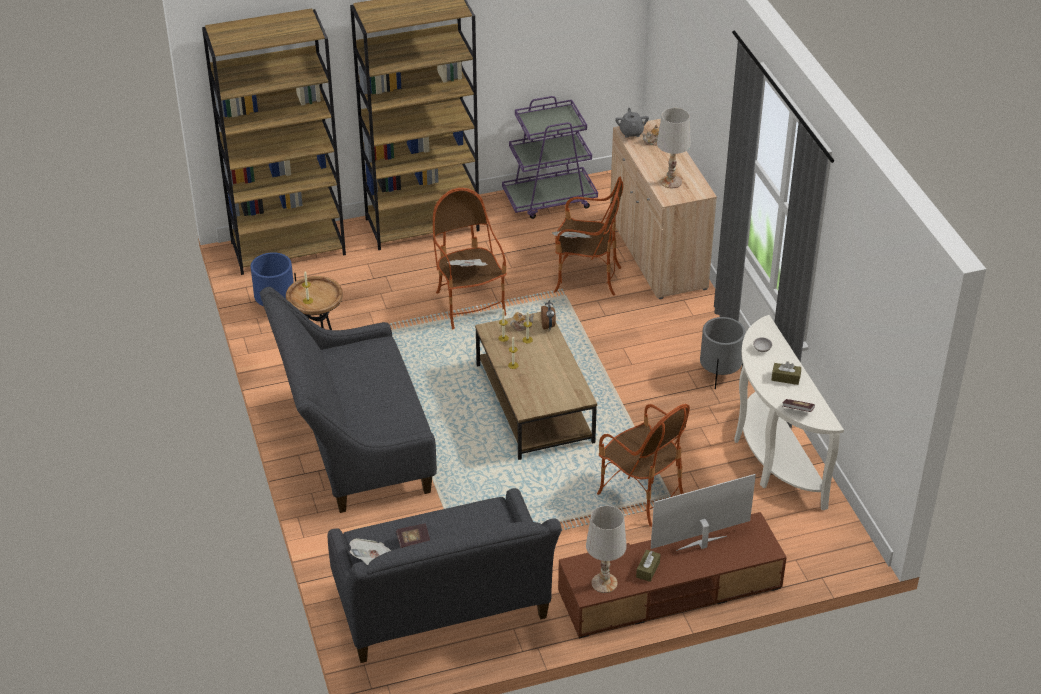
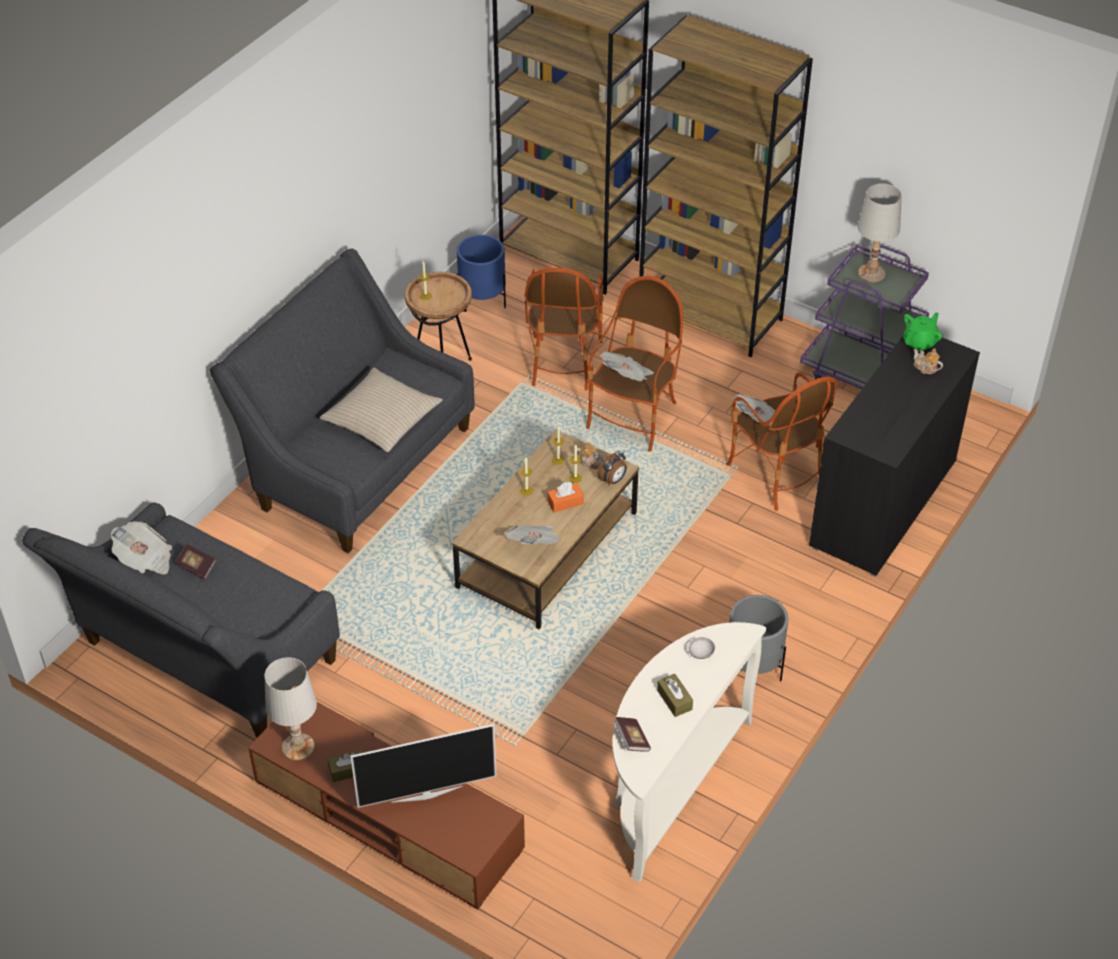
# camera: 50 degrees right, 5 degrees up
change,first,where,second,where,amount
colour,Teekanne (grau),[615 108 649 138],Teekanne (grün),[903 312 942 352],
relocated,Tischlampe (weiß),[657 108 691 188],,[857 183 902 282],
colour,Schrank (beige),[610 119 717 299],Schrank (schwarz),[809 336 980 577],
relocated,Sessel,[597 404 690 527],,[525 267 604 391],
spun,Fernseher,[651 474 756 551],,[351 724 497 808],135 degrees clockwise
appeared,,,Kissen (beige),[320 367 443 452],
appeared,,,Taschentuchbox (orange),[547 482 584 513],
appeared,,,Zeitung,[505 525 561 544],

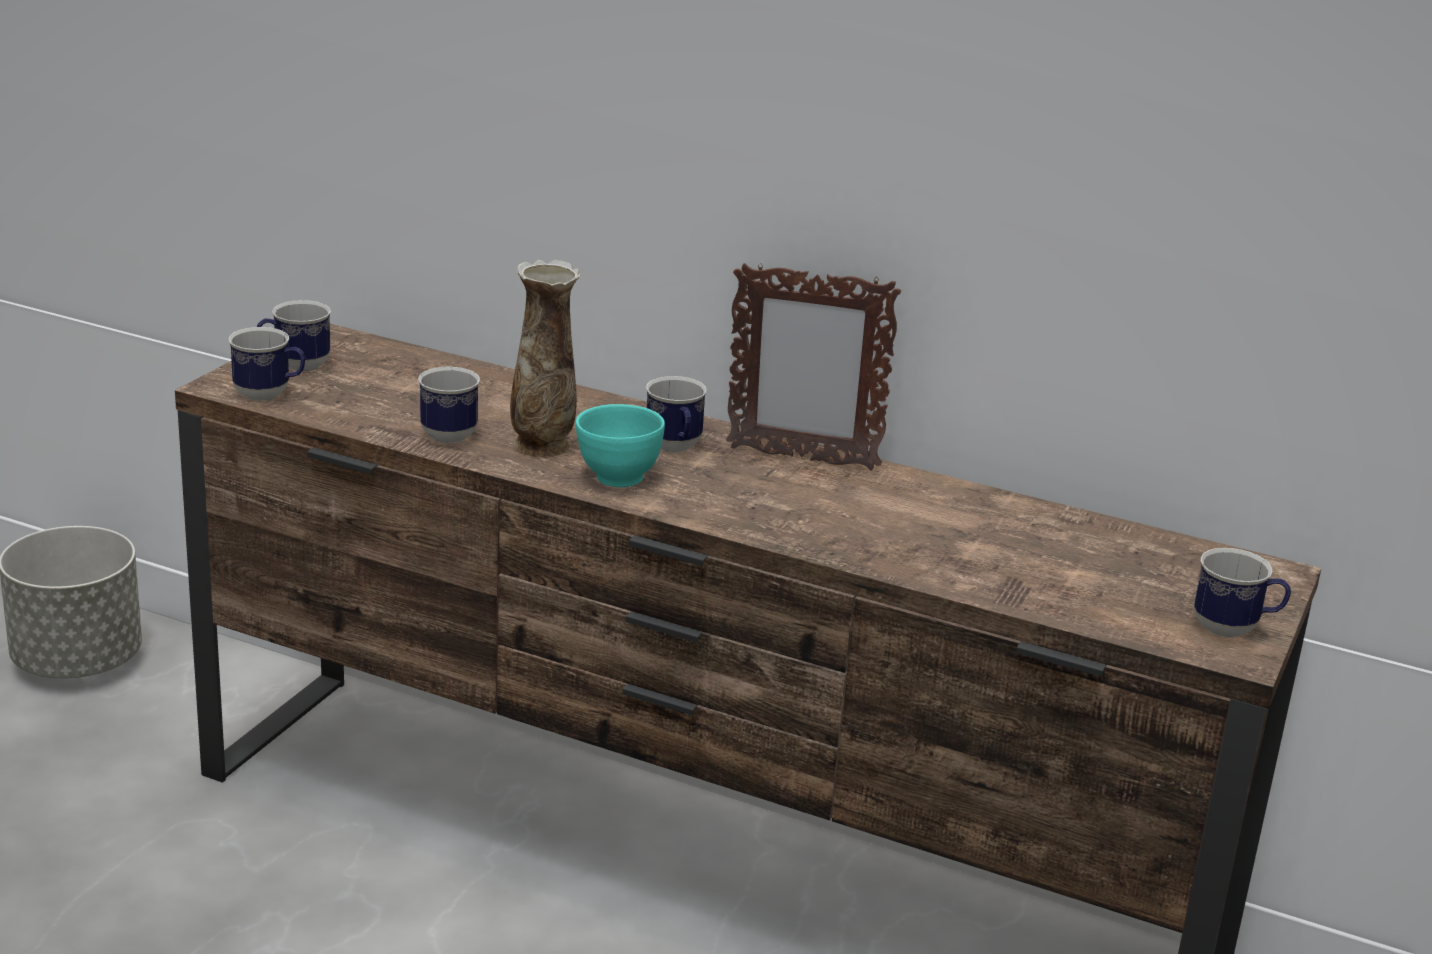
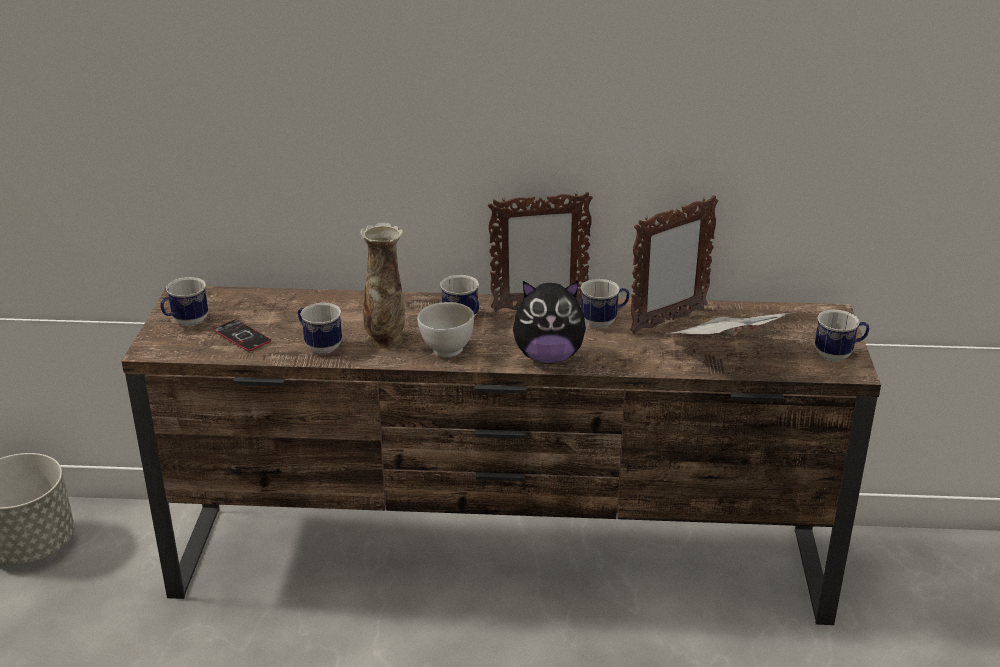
# camera: 20 degrees left, 5 degrees up
change,first,where,second,where,amount
relocated,Henkelbecher,[228 327 305 401],,[581 279 630 328],
colour,Schüssel (türkis),[576 404 665 487],Schüssel (weiß),[417 302 474 357],
appeared,,,Bilderrahmen,[630 195 719 334],
appeared,,,Plüschtier,[513 281 590 364],
appeared,,,Zeitung,[664 313 791 336],
appeared,,,Handy,[214 320 271 352],

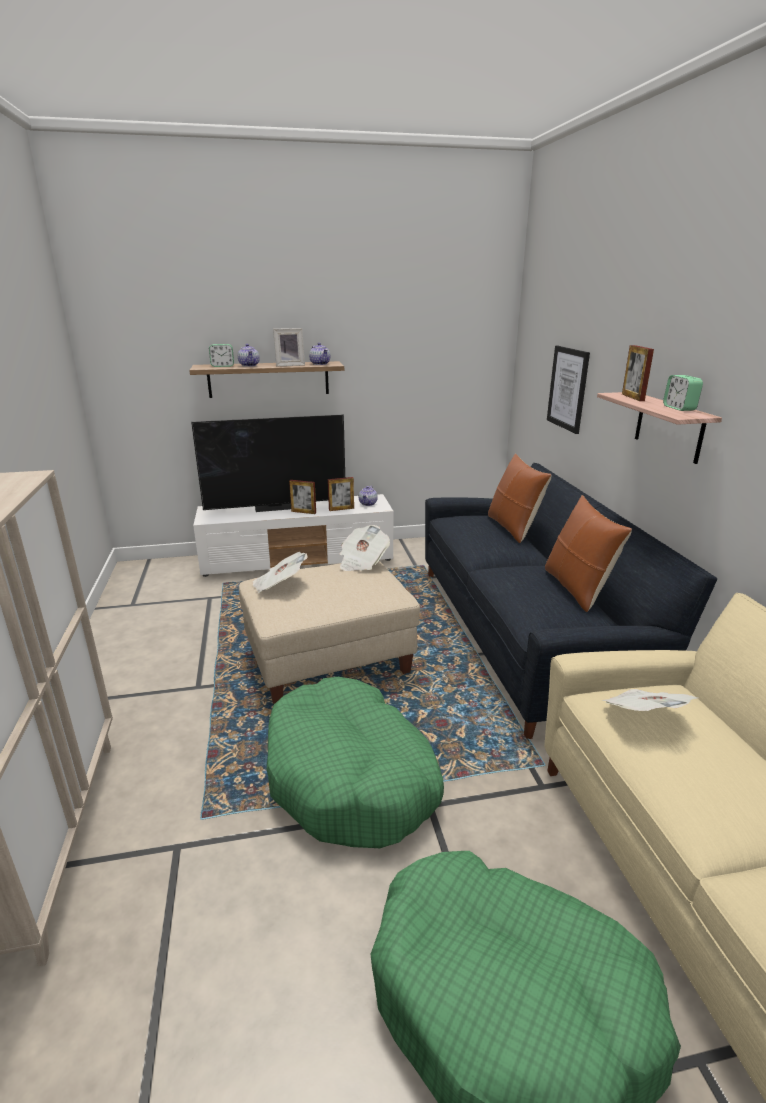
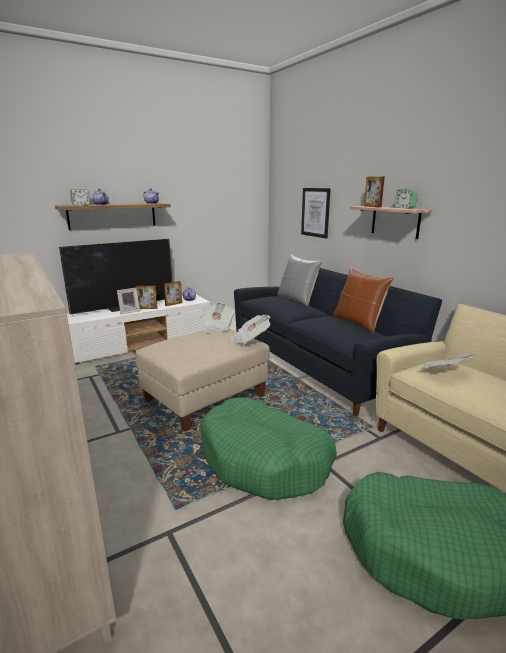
# camera: 20 degrees left, 5 degrees down
change,first,where,second,where,amount
relocated,Bilderrahmen,[273 328 305 366],,[117 288 140 315],
colour,Kissen (braun),[488 453 551 543],Kissen (grau),[277 254 322 306],
relocated,Zeitung,[252 552 307 593],,[230 315 270 344],

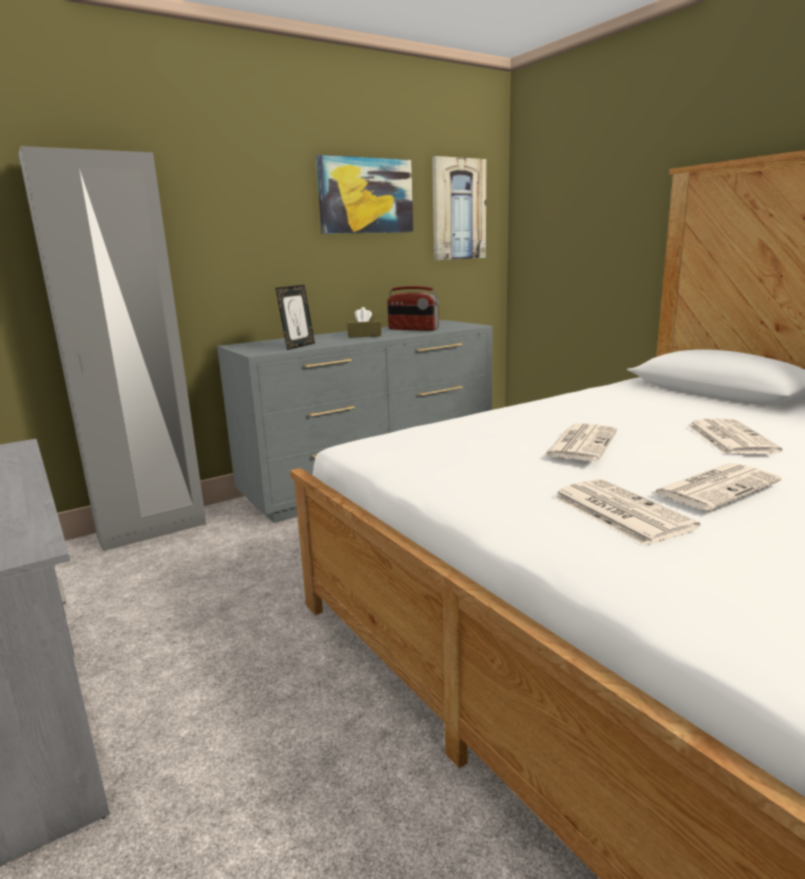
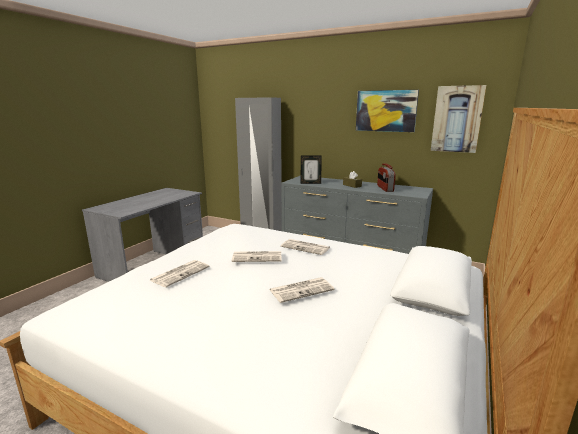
# camera: 60 degrees right, 0 degrees up
change,first,where,second,where,amount
relocated,Zeitung,[653 463 782 511],,[281 239 330 255],

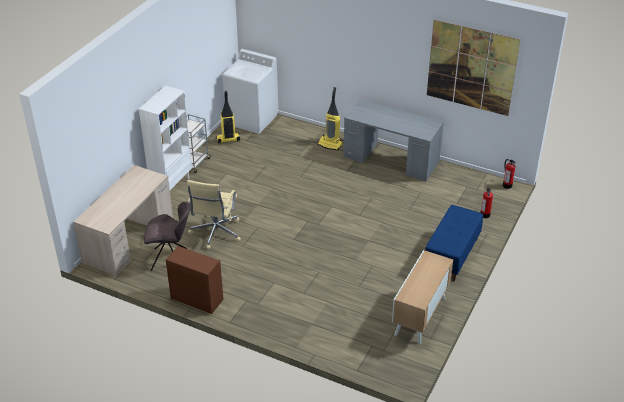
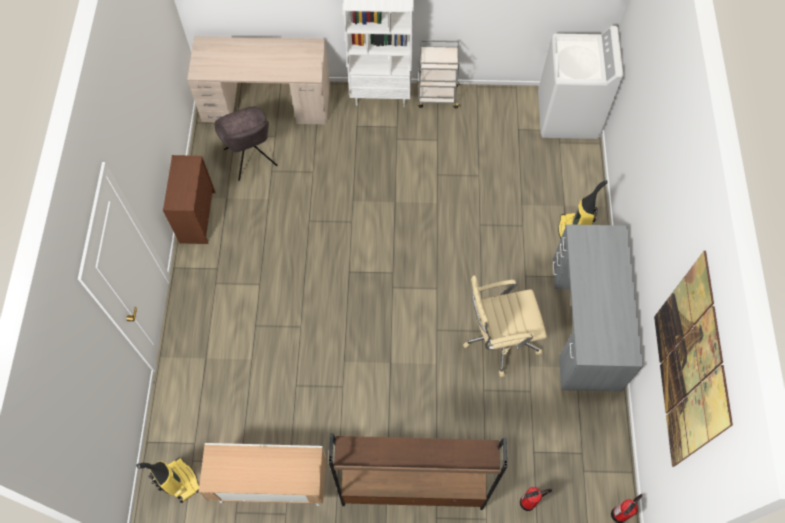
# camera: 65 degrees right, 25 degrees up
change,first,where,second,where,amount
relocated,Staubsauger,[216 90 240 144],,[136 458 199 503],
relocated,Bürostuhl (beige),[187 180 241 250],,[463 275 547 377],
exchanged,Bank (blau),[425 205 483 281],Bücherregal (braun),[329 433 507 510],

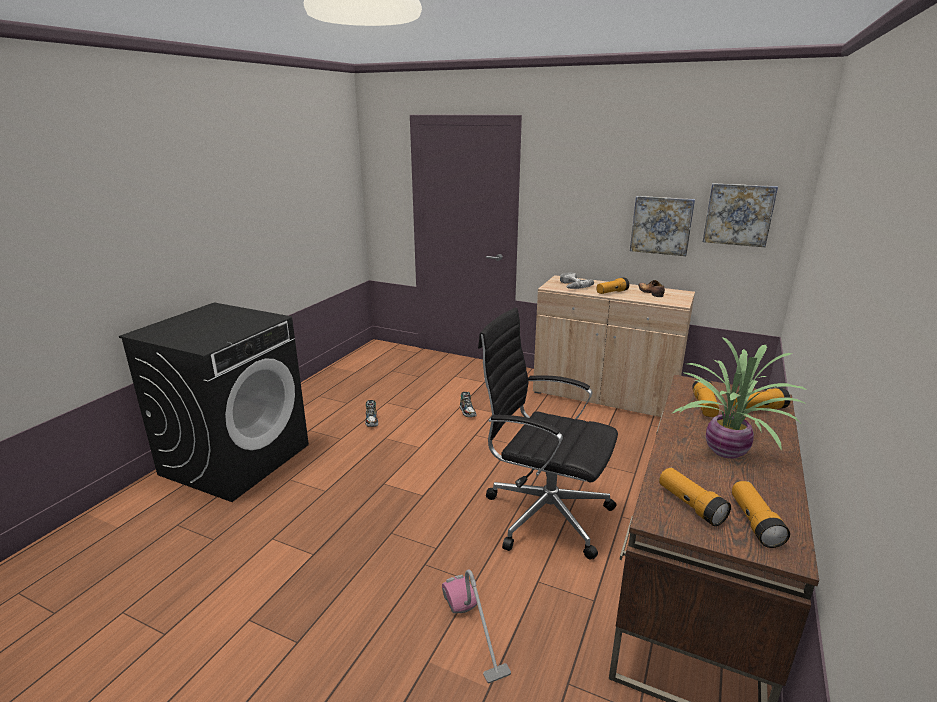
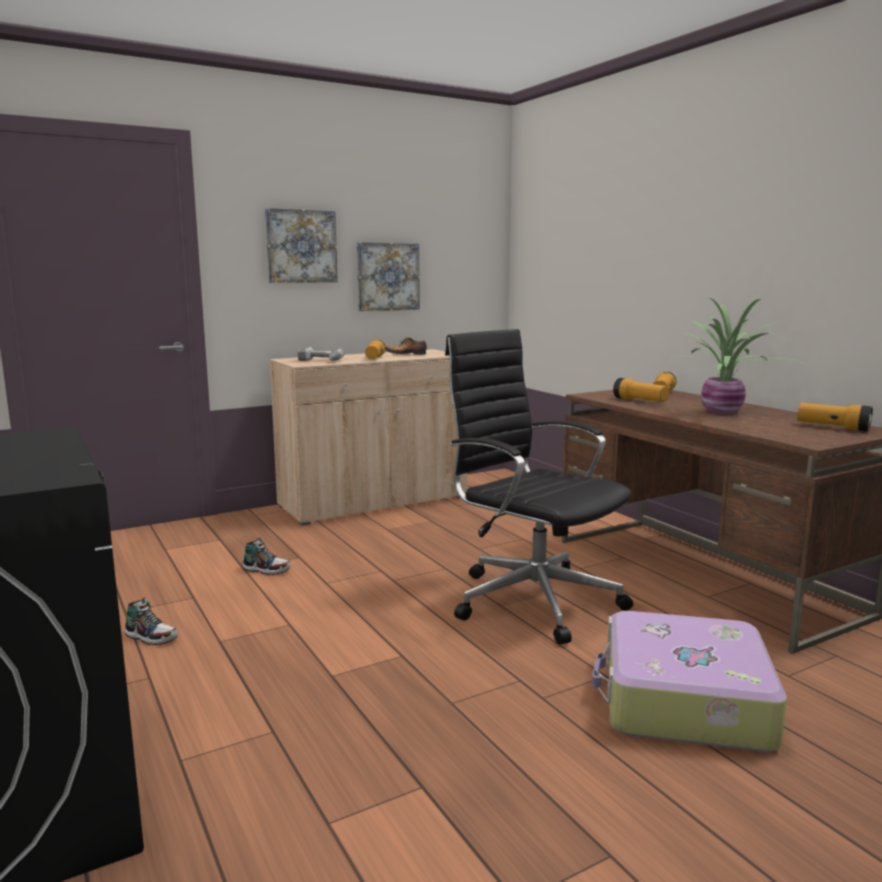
# camera: 55 degrees left, 10 degrees down
change,first,where,second,where,amount
relocated,Bild,[703 183 778 247],,[265 208 338 283],
spun,Bürostuhl (schwarz),[478 307 618 560],,[445 329 633 645],75 degrees clockwise
missing,Taschenlampe,[659 467 731 526],,,
exchanged,Staubsauger,[442 569 511 684],Koffer,[592 611 787 752],

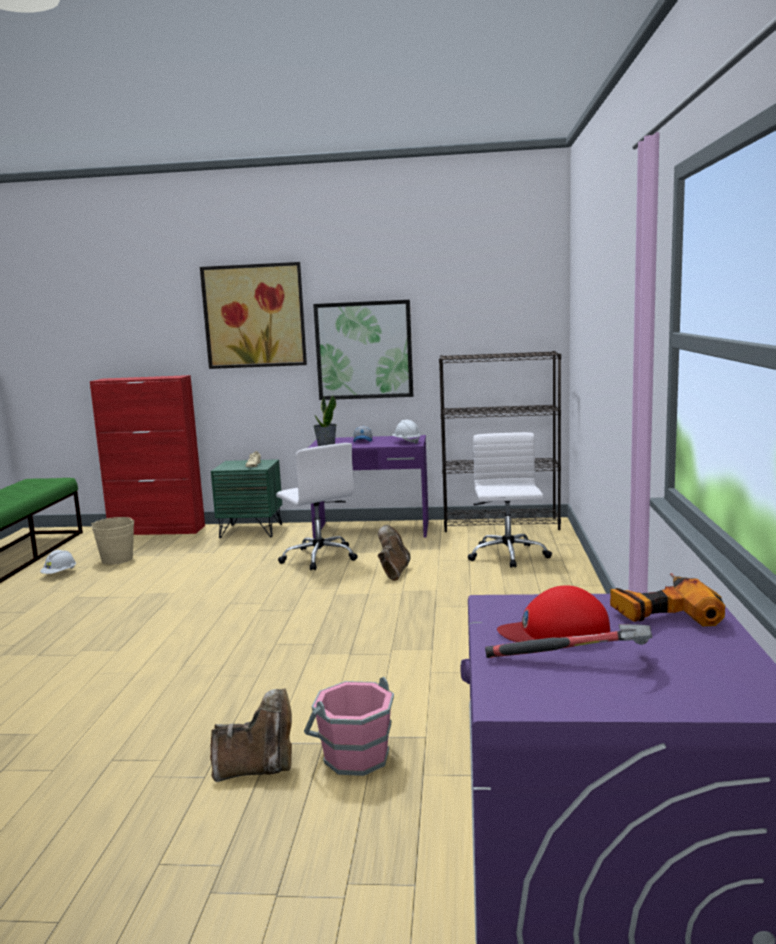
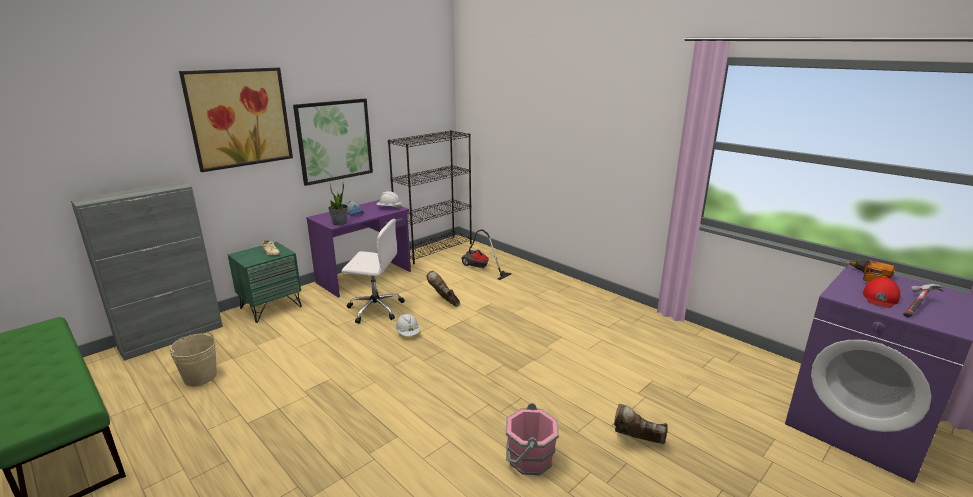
# camera: 50 degrees left, 10 degrees up
change,first,where,second,where,amount
colour,Schrank (rot),[90 375 205 535],Schrank (grau),[71 181 223 361],
exchanged,Bürostuhl (weiß),[468 432 552 568],Staubsauger,[461 230 512 280],
relocated,Schutzhelm (weiß),[40 550 76 574],,[396 313 420 336],
relocated,Eimer (rosa),[304 677 394 776],,[506 403 559 475],
spun,Stiefel (braun),[210 688 292 782],,[614 404 668 444],105 degrees counterclockwise

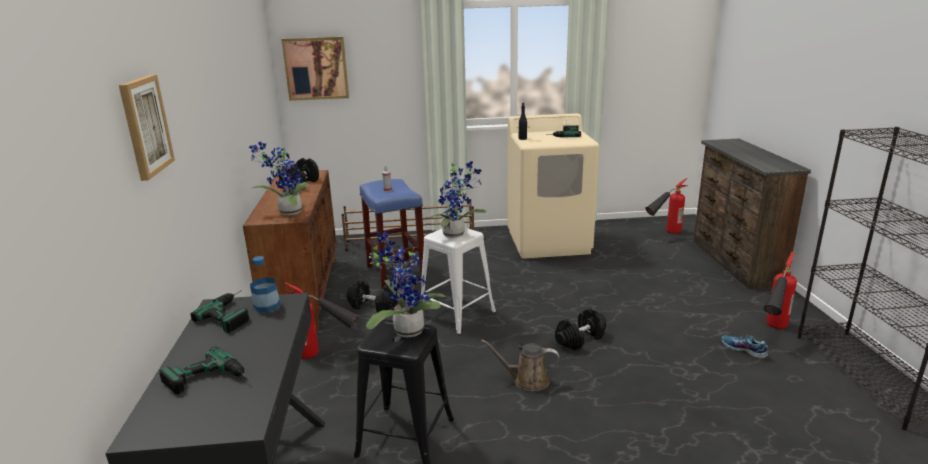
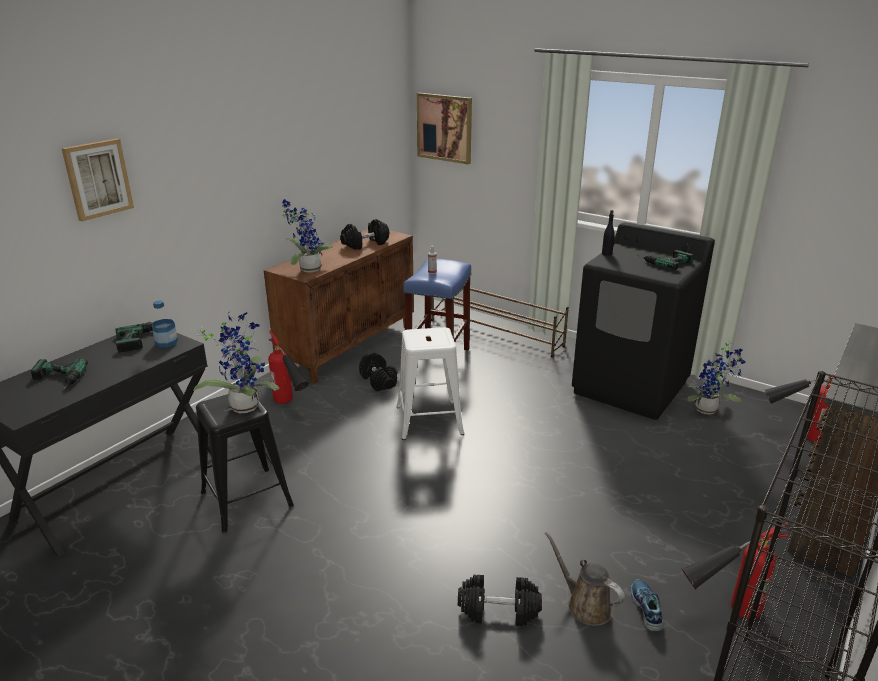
# camera: 40 degrees right, 5 degrees up
change,first,where,second,where,amount
colour,Waschmaschine (beige),[507 113 600 259],Waschmaschine (schwarz),[572 222 715 420],
relocated,Topfpflanze,[431 161 487 238],,[684 341 745 414],
relocated,Hantel (schwarz),[555 309 606 350],,[458 575 542 626],
relocated,Gießkanne (braun),[481 340 559 391],,[545 532 625 626],

